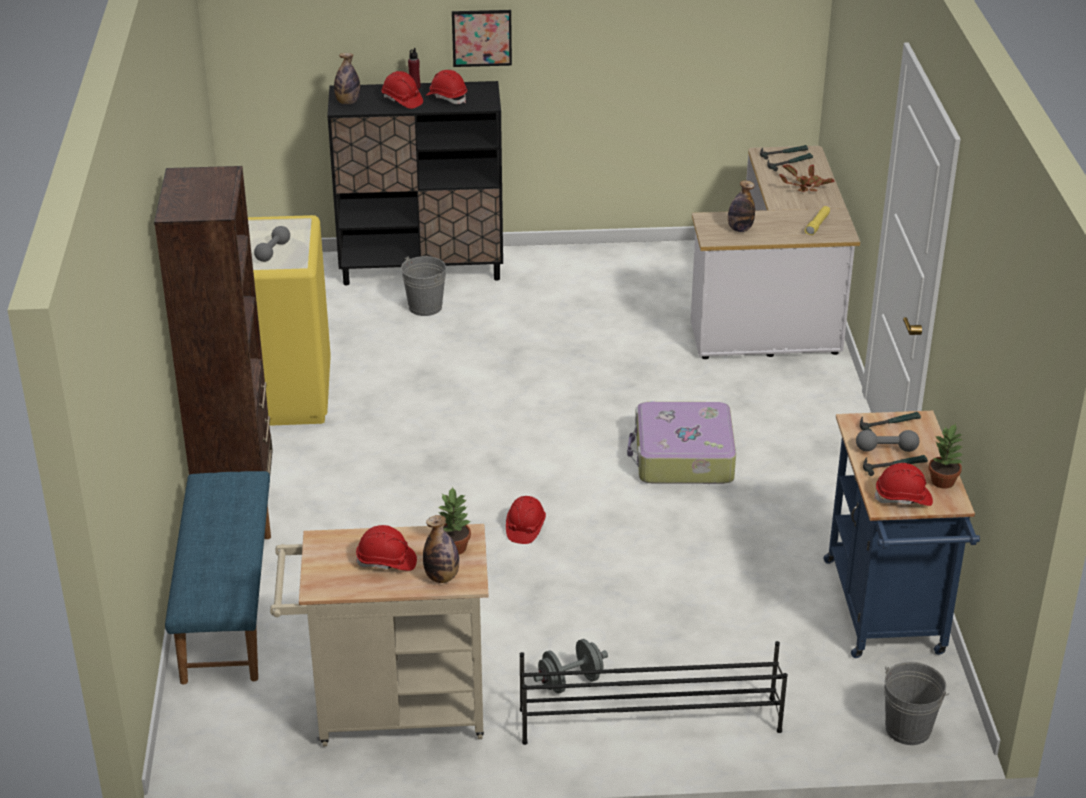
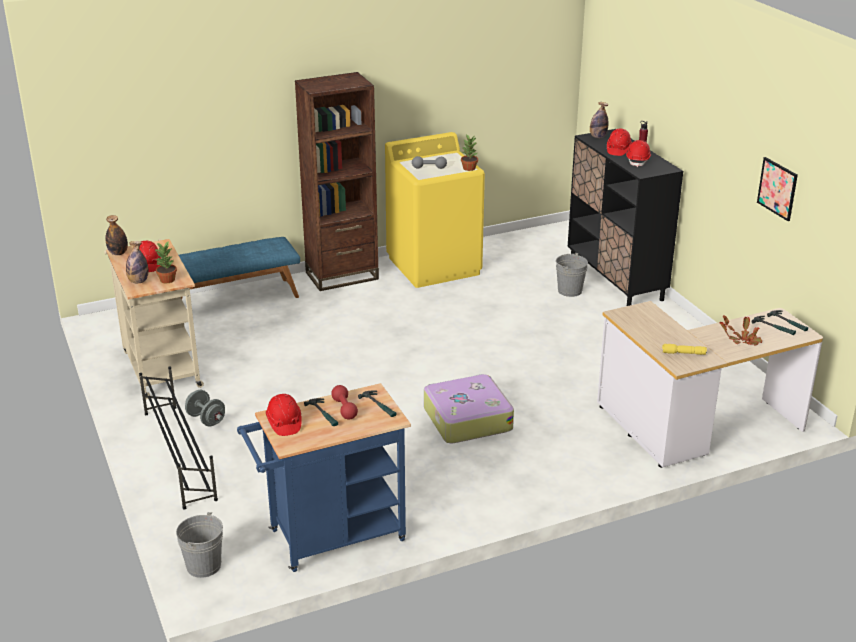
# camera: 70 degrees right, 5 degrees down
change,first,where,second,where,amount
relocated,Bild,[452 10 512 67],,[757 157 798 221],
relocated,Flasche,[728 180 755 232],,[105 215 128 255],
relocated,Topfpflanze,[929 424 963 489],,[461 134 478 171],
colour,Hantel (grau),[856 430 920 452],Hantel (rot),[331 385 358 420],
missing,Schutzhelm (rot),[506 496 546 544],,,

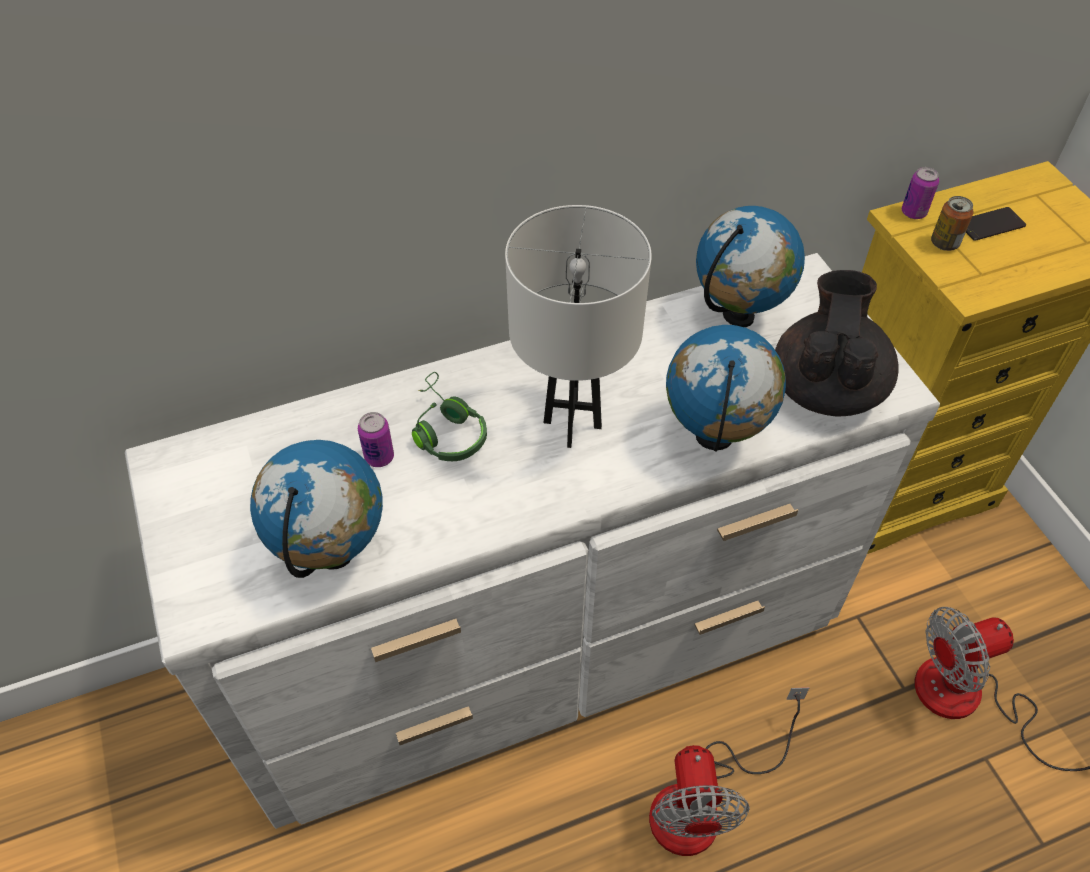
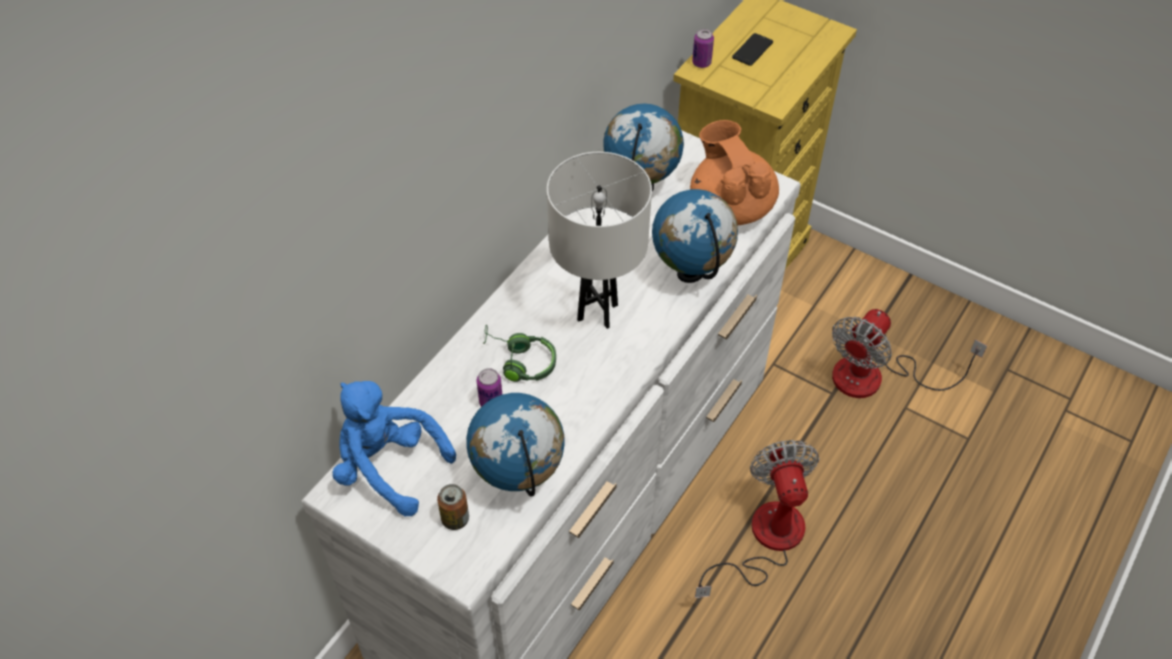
# camera: 35 degrees left, 0 degrees up
change,first,where,second,where,amount
relocated,Dose,[931 196 974 251],,[437 484 469 530],
colour,Teekanne (schwarz),[775 270 898 416],Teekanne (orange),[690 120 779 225],
spun,Ventilator,[649 687 809 856],,[695 440 819 598],150 degrees counterclockwise
appeared,,,Plüschtier (blau),[332 381 456 516],

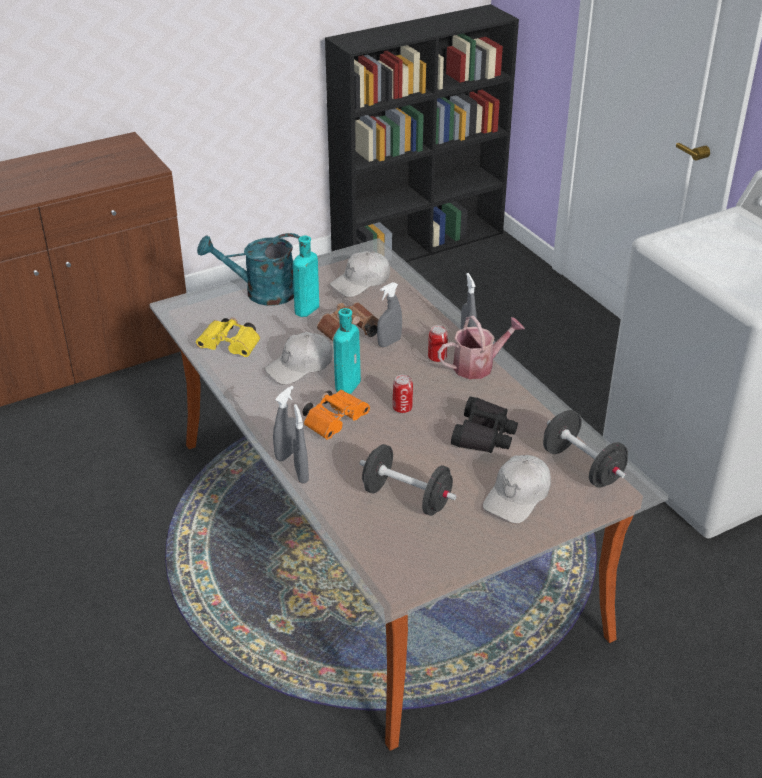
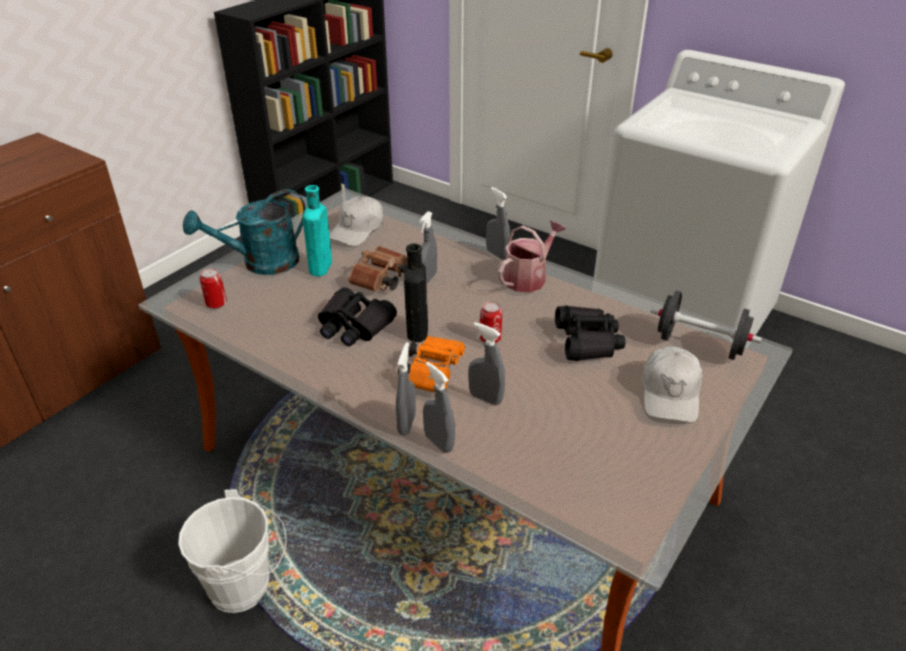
# camera: 25 degrees left, 0 degrees up
change,first,where,second,where,amount
colour,Flasche (türkis),[333 308 361 394],Flasche (schwarz),[404 244 428 342],
missing,Fernglas (gelb),[196 317 260 357],,,
relocated,Dose,[428 325 448 362],,[200 268 227 308],
exchanged,Kappe (weiß),[265 332 333 385],Fernglas (schwarz),[318 287 397 346],
missing,Hantel (schwarz),[360 444 457 516],,,
appeared,,,Sprühflasche (grau),[468 322 505 405],
appeared,,,Eimer (weiß),[178 489 286 613],

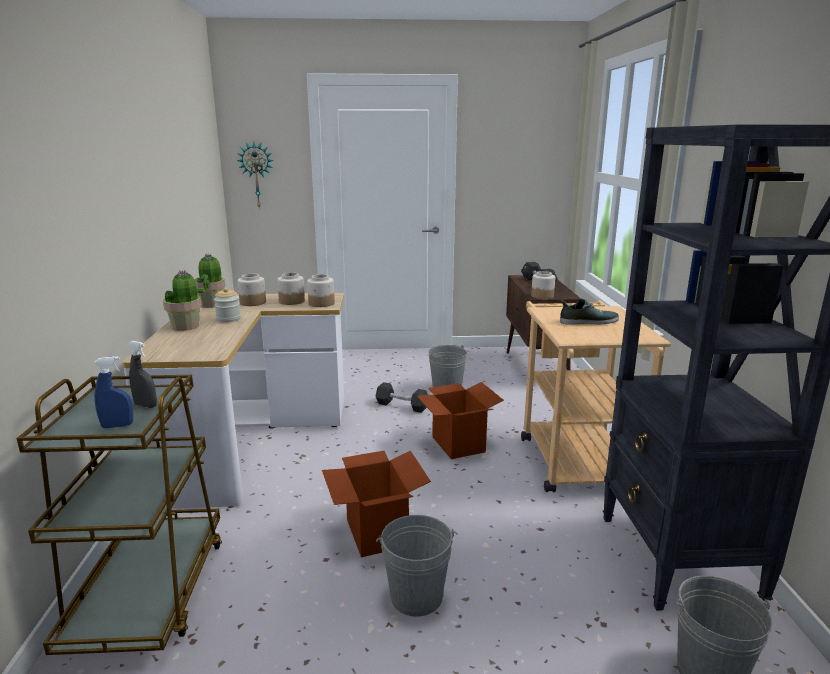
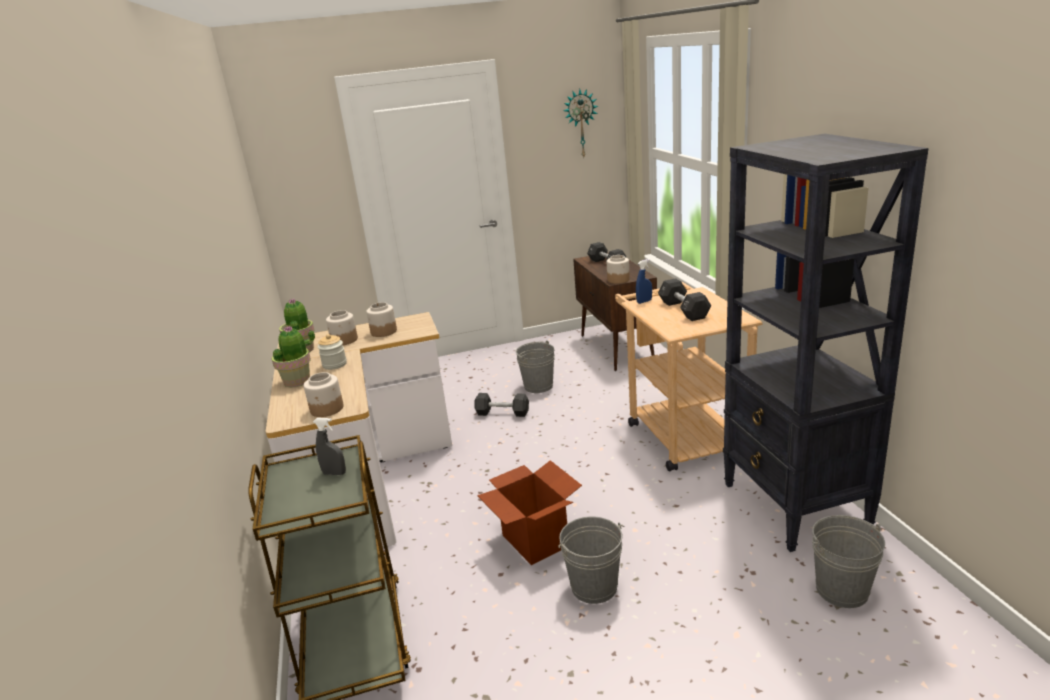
# camera: 10 degrees left, 5 degrees up
change,first,where,second,where,amount
relocated,Wanduhr,[237 142 274 209],,[563 89 598 157],
relocated,Vorratsglas,[307 274 335 307],,[304 372 344 417],
exchanged,Schuh,[560 299 619 325],Hantel (schwarz),[658 278 711 321],
relocated,Sprühflasche (blau),[94 356 133 428],,[636 259 652 304],
missing,Karton,[416 382 504 459],,,

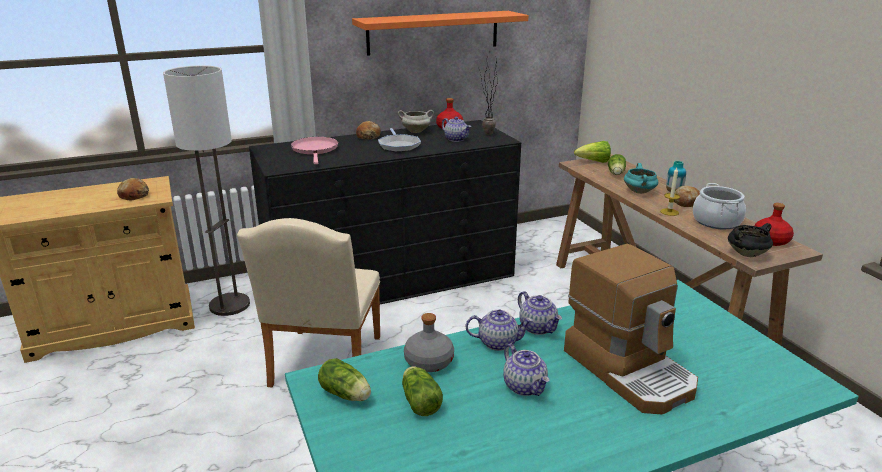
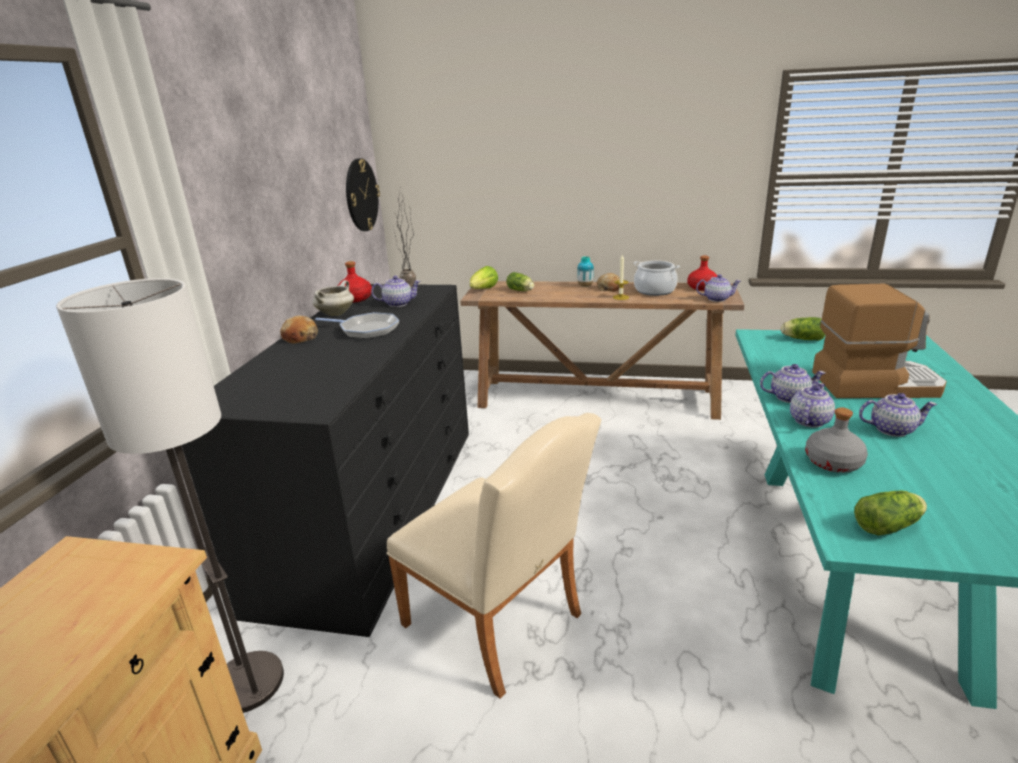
# camera: 55 degrees left, 0 degrees up
change,first,where,second,where,amount
missing,Wandregal (orange),[352 11 529 56],,,
missing,Pfanne (rosa),[291 137 338 164],,,
missing,Kochtopf (türkis),[624 163 658 194],,,
missing,Brot,[117 178 149 200],,,
exchanged,Kochtopf (schwarz),[728 223 773 257],Teekanne,[696 275 741 302],
relocated,Salatkopf,[402 366 443 416],,[781 317 825 340],
appeared,,,Wanduhr,[346 158 380 231],

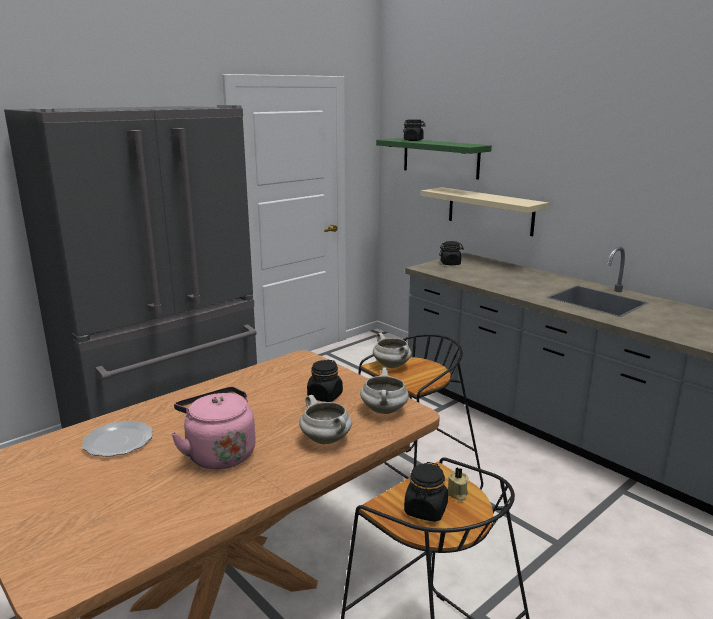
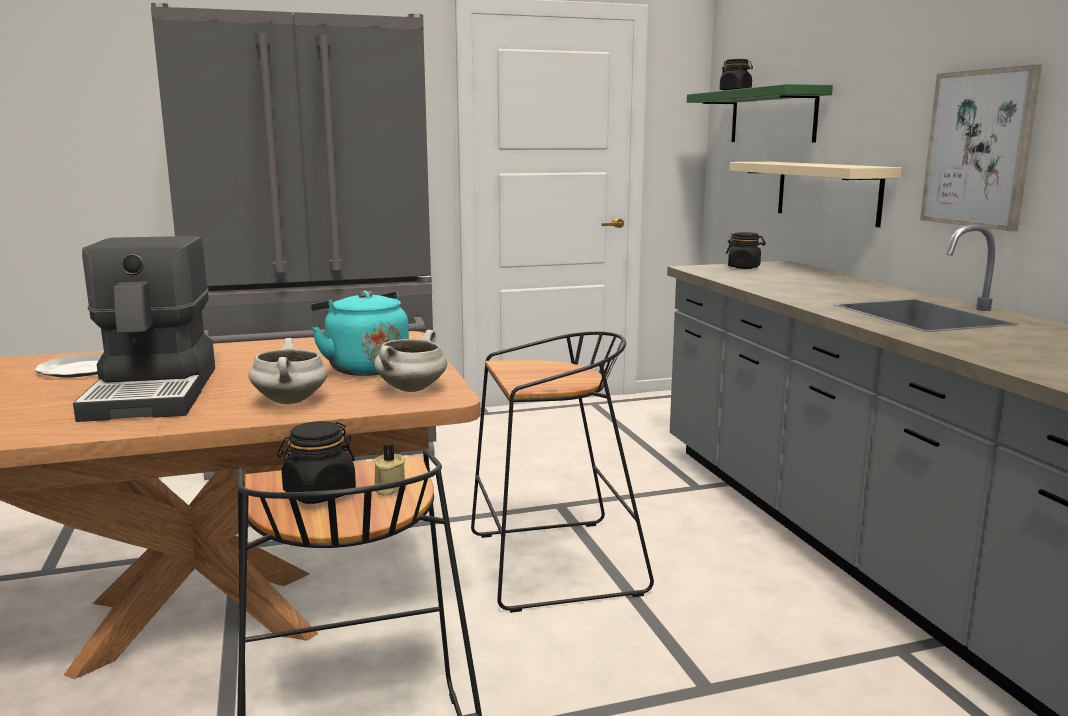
# camera: 25 degrees right, 5 degrees down
change,first,where,second,where,amount
missing,Kochtopf (weiß),[373 333 412 368],,,
exchanged,Vorratsglas (schwarz),[307 360 343 402],Wasserkessel (türkis),[311 291 409 376],
exchanged,Wasserkessel (rosa),[171 387 256 469],Kaffeemaschine,[73 236 215 422],
appeared,,,Bild,[920 64 1042 231],

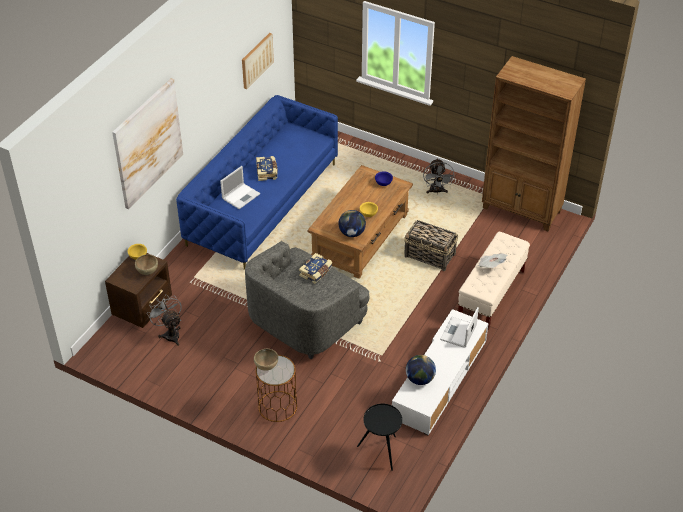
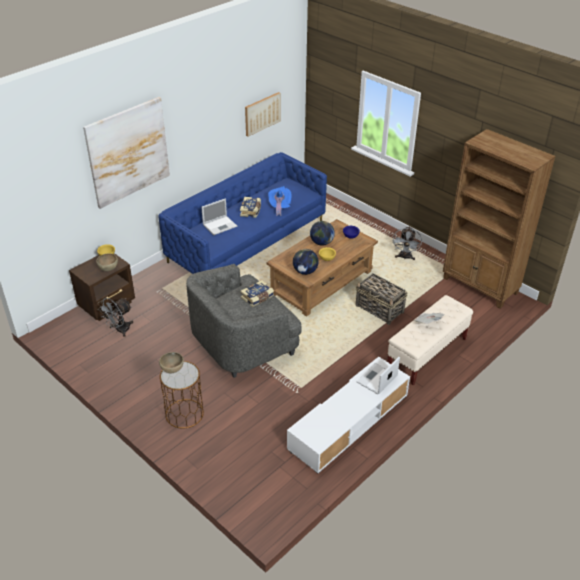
# camera: 15 degrees right, 5 degrees down
change,first,where,second,where,amount
spun,Ventilator (grau),[147 294 182 346],,[98 298 133 337],120 degrees counterclockwise
relocated,Globus,[406 355 436 385],,[310 221 335 246],
missing,Beistelltisch (schwarz),[357 404 402 471],,,
appeared,,,Hut (blau),[268 186 292 216],

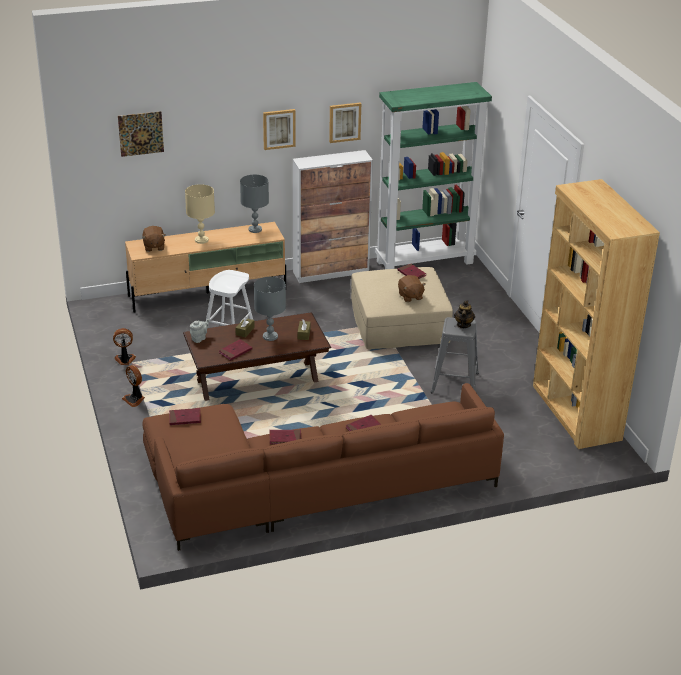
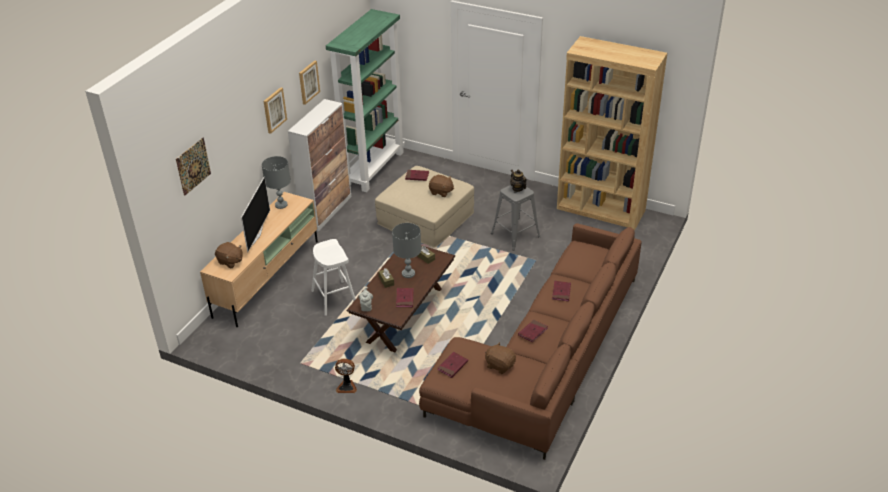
# camera: 45 degrees left, 5 degrees up
change,first,where,second,where,amount
exchanged,Tischlampe (beige),[185 184 215 244],Fernseher,[241 176 270 252],
missing,Ventilator,[113 328 136 365],,,
appeared,,,Plüschtier (braun),[485 342 516 374],

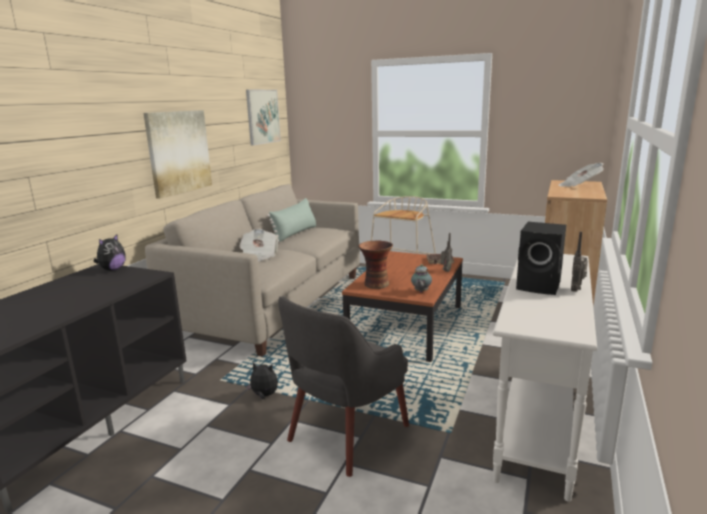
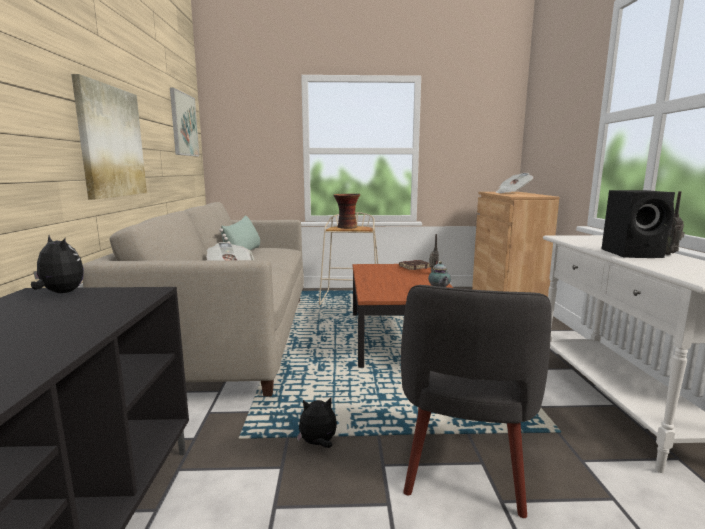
# camera: 25 degrees left, 5 degrees down
change,first,where,second,where,amount
spun,Plüschtier,[93 234 126 271],,[31 236 84 293],60 degrees counterclockwise
relocated,Vase,[358 241 393 289],,[333 194 361 229],

